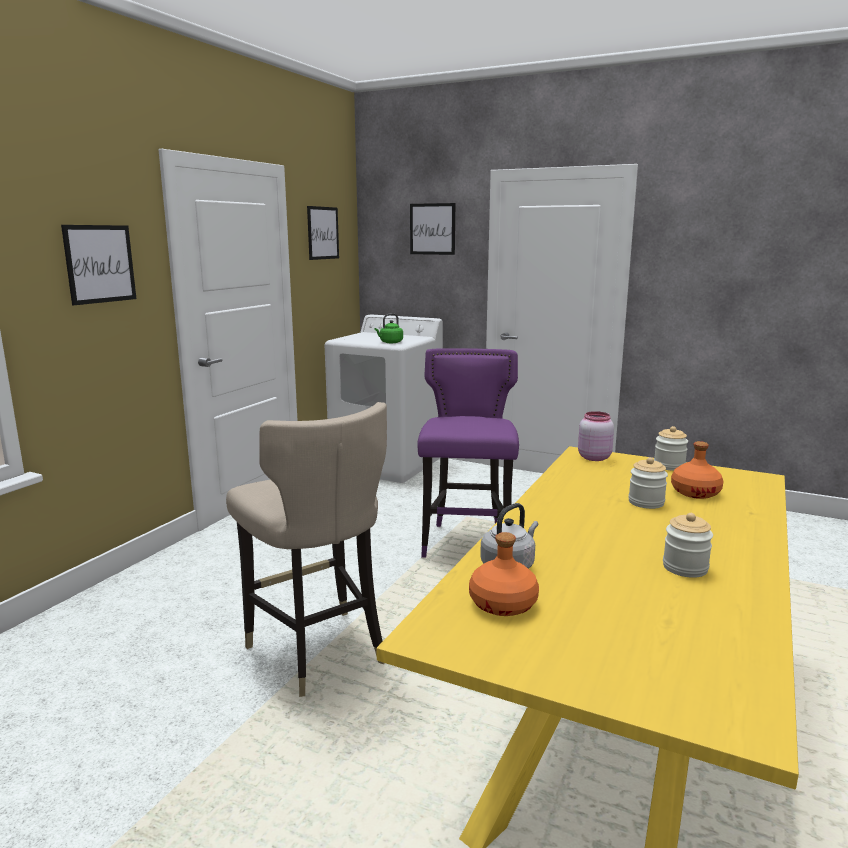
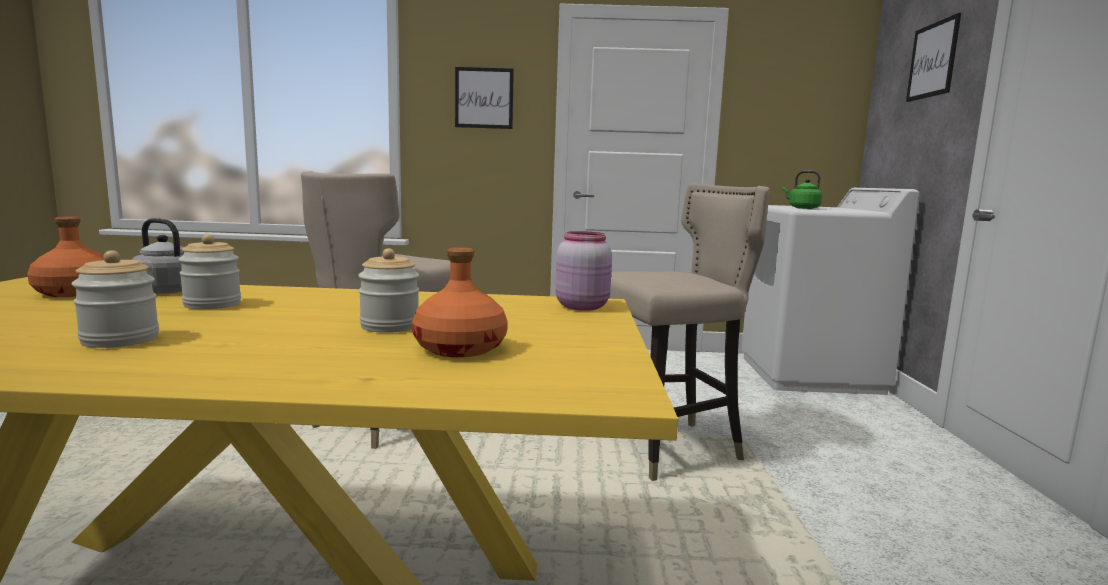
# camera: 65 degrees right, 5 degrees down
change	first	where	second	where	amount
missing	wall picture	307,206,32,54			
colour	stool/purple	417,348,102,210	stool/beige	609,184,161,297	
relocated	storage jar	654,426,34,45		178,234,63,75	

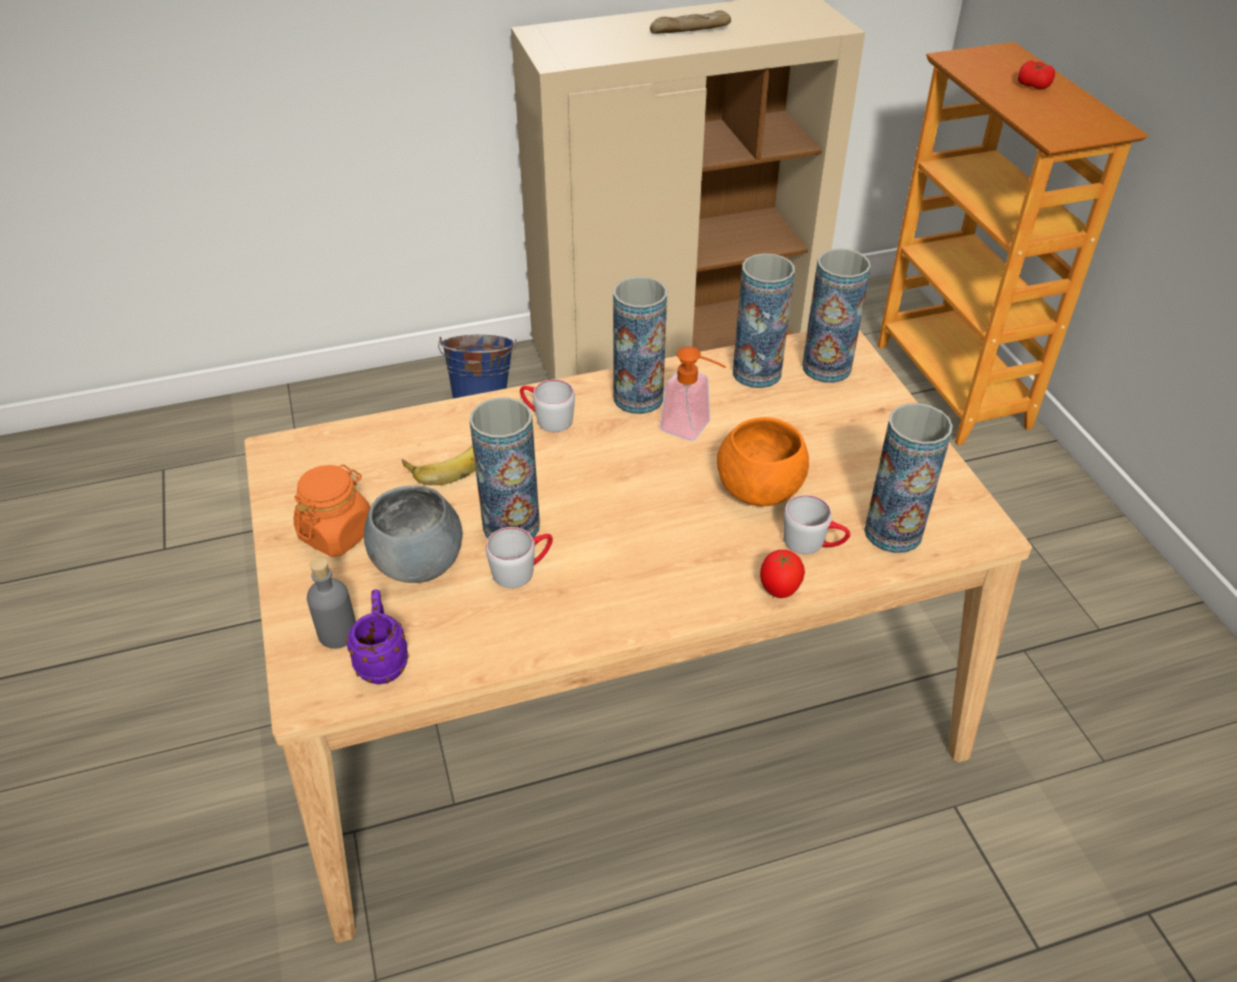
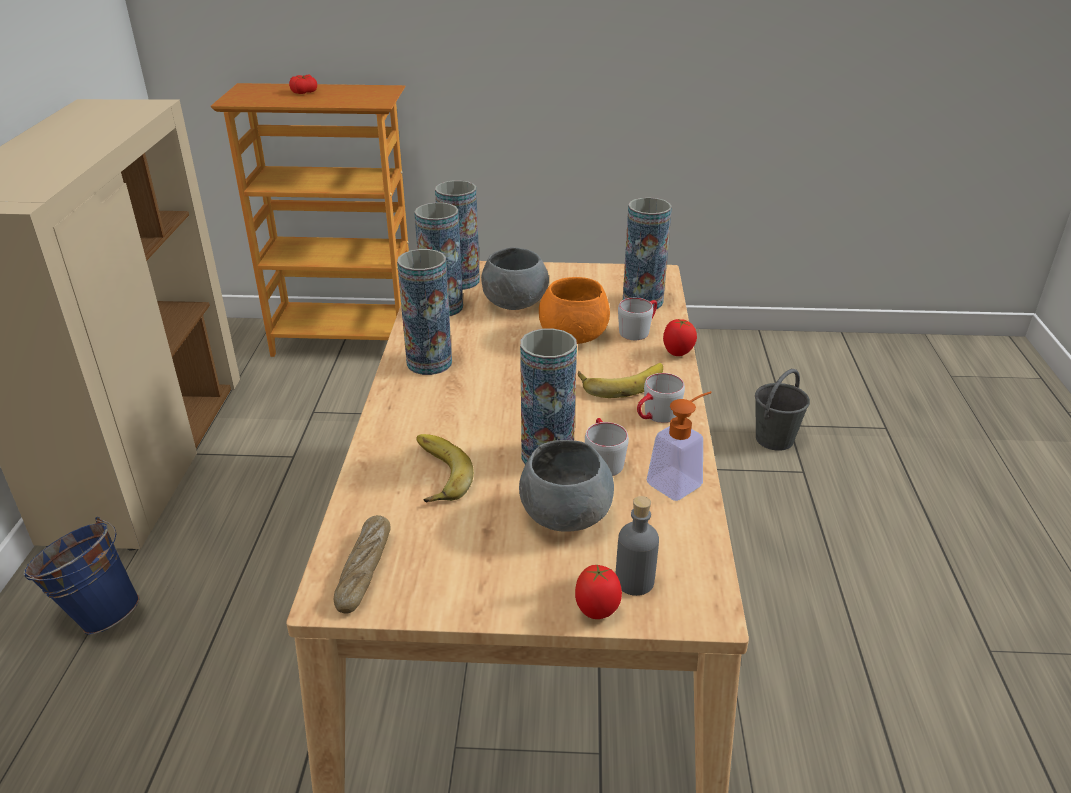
# camera: 70 degrees left, 10 degrees down
change	first	where	second	where	amount
relocated	bakery bread	650,10,81,24		334,515,57,99	
relocated	soap bottle	660,346,66,95		646,391,65,110	
relocated	coffee mug/gray	520,379,55,53		637,373,48,50	
missing	storage jar/orangey	294,464,76,93			
missing	coffee mug/purple	346,590,63,94			
appeared			bowl/gray	481,247,68,63	
appeared			whole banana	578,363,85,35	
appeared			pail/gray	755,369,55,82	
appeared			whole tomato	575,565,47,54	

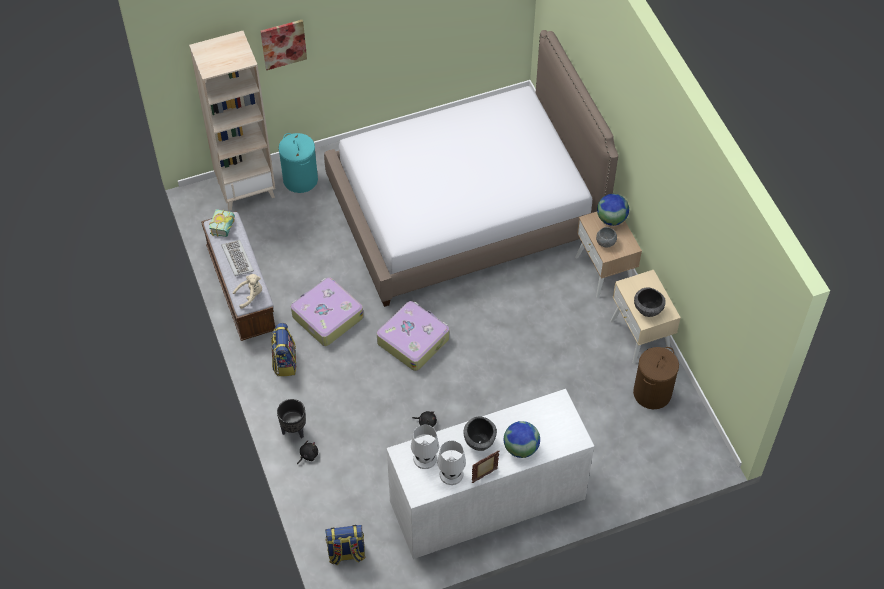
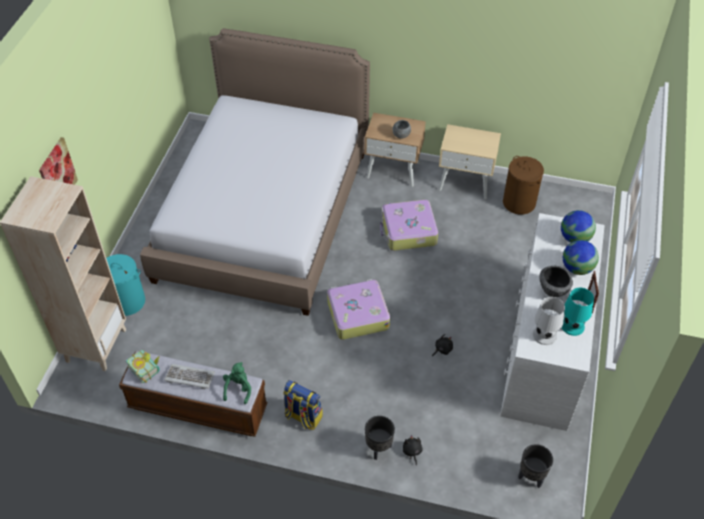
# camera: 55 degrees left, 5 degrees down
change	first	where	second	where	amount
relocated	desk globe	597,194,32,32		561,210,35,33	
colour	plush toy/beige	233,274,29,35	plush toy/greenish	223,362,28,42	
relocated	suitcase	291,277,73,69		380,199,58,52	
missing	bowl	634,287,32,30			
colour	table lamp/whitish	437,441,29,44	table lamp/turquoise	562,288,32,48	
exchanged	knapsack	325,525,41,40	planter/blackish	518,444,35,44	

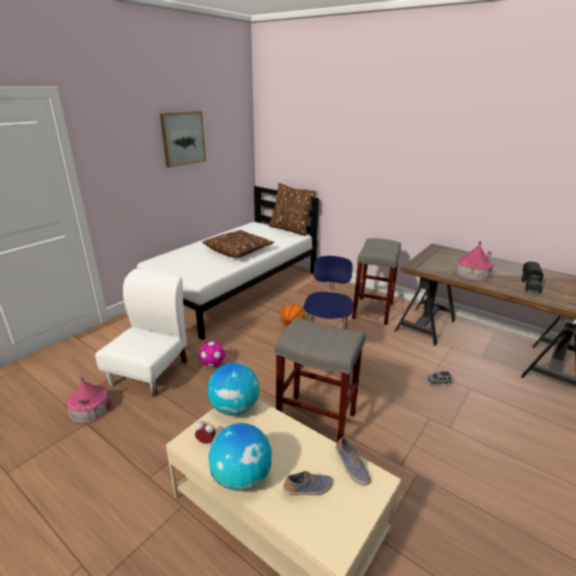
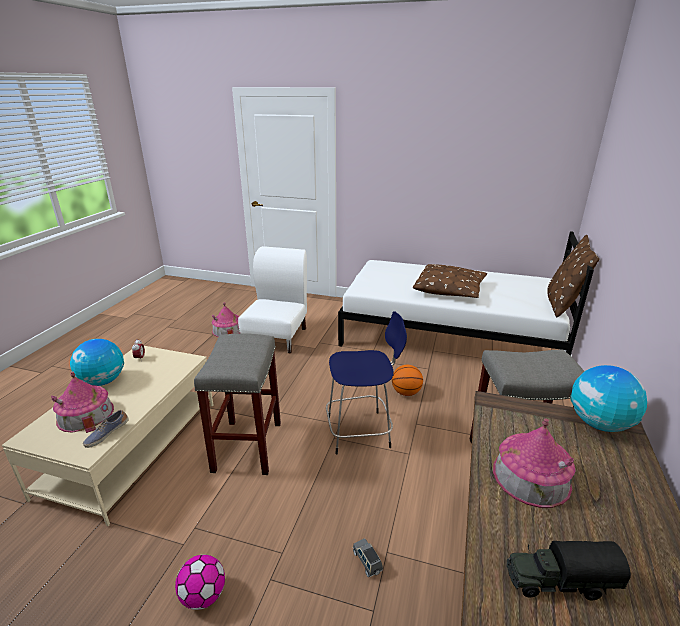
# camera: 70 degrees right, 0 degrees up
change	first	where	second	where	amount
missing	wall picture	160,111,46,57			
spun	upright chair/whitish	95,269,93,128		238,246,69,107	75 degrees counterclockwise
relocated	football ball	199,341,26,26		175,554,50,56	
relocated	desk globe	207,363,52,53		571,365,76,67	
exchanged	item of footwear	283,471,50,25	model house	51,371,63,62	

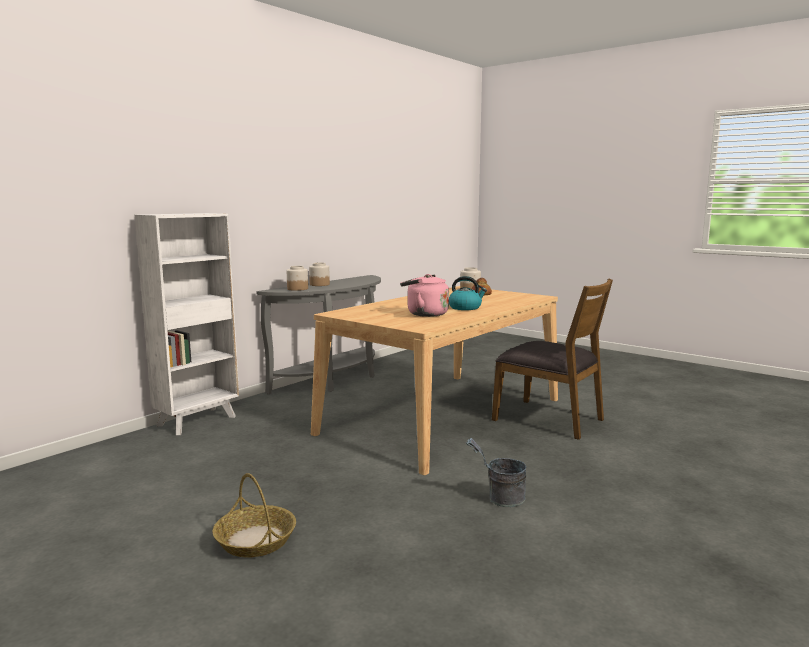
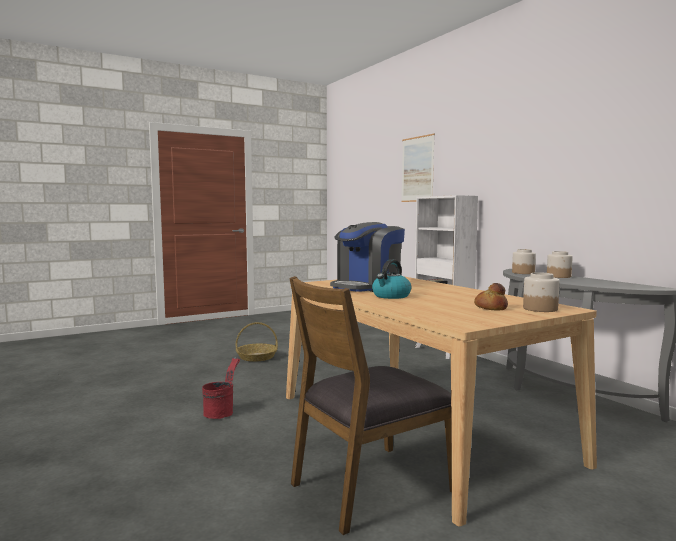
# camera: 110 degrees right, 5 degrees down
change	first	where	second	where	amount
exchanged	kettle/pink-coloured	400,274,49,43	coffee brewer	330,222,75,70	
colour	pail/gray	466,438,60,69	pail/red	202,358,38,61	
appeared			wall picture	401,134,34,68	

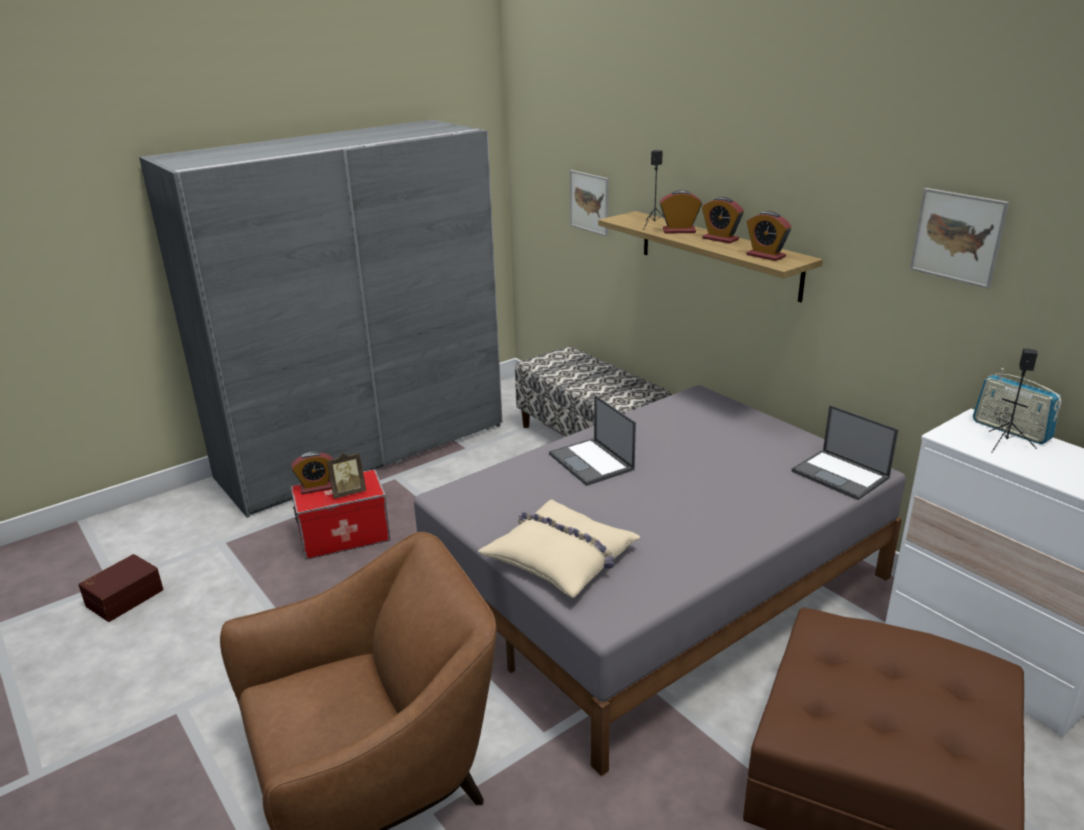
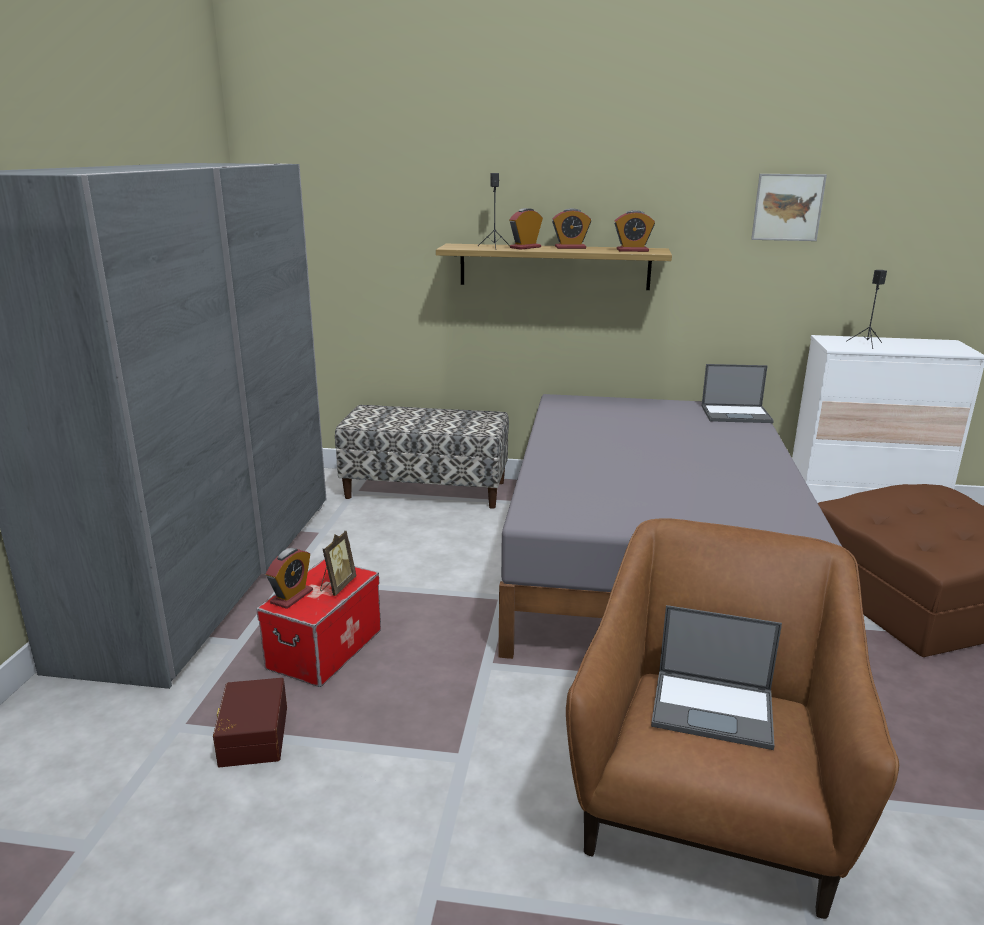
# camera: 45 degrees left, 5 degrees down
change	first	where	second	where	amount
missing	wall picture	570,170,39,66			
missing	radio receiver	973,368,89,76			
relocated	laptop	549,395,87,91		651,605,131,145	
missing	throw pillow/beige	478,500,162,98			
relocated	storage bin/brownish	78,554,86,68		213,678,74,89	

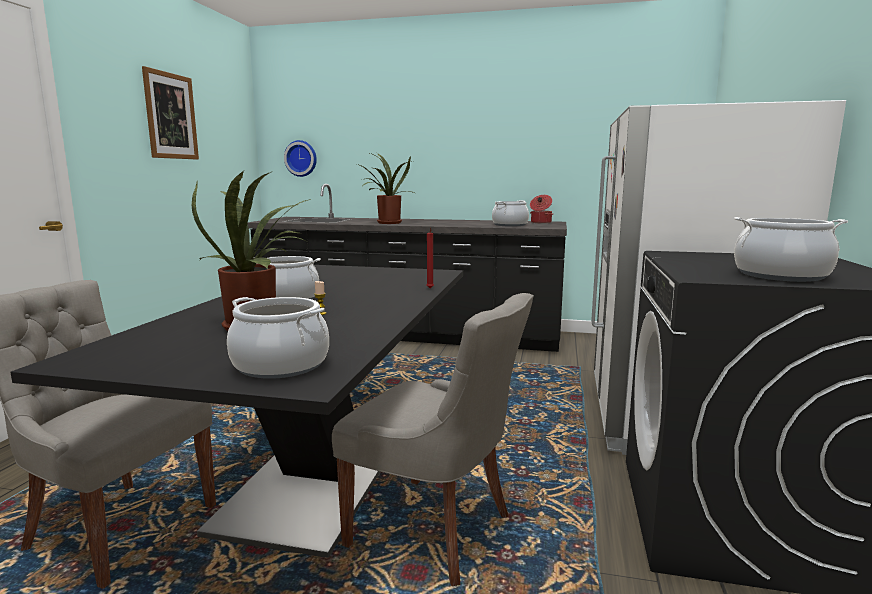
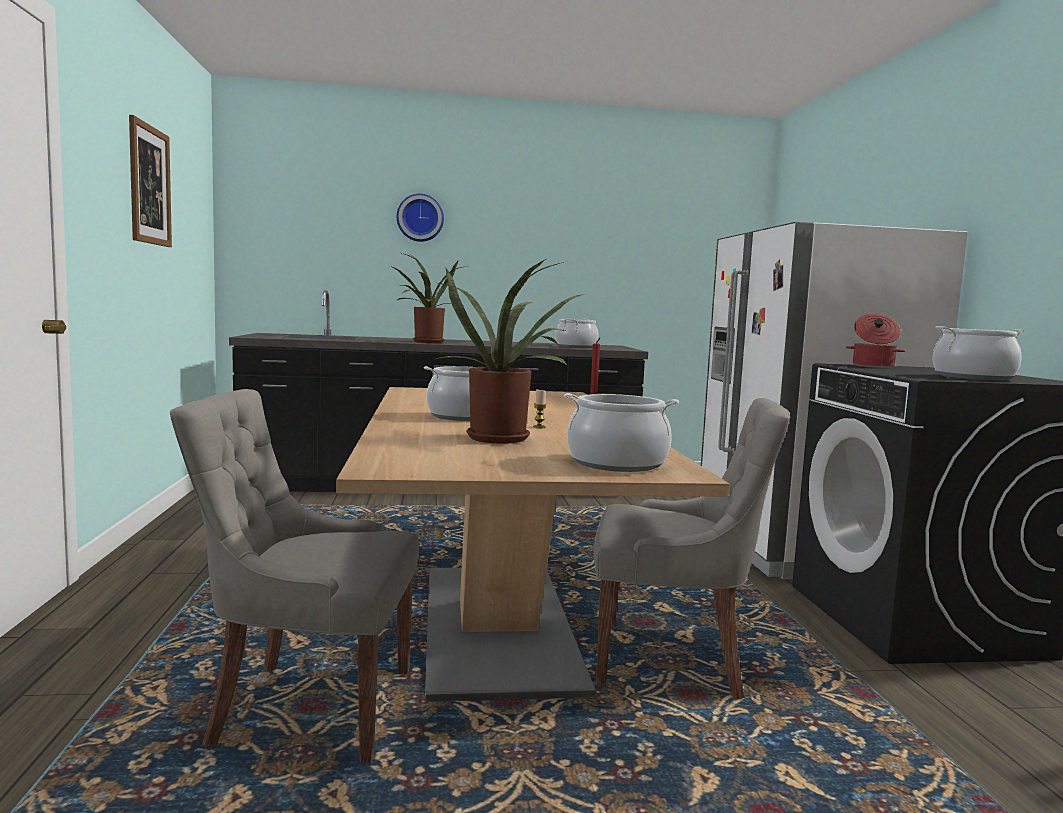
# camera: 20 degrees left, 5 degrees down
change	first	where	second	where	amount
relocated	clock on the wall	284,140,33,37		397,194,47,48	
relocated	stockpot	530,195,23,29		846,314,59,54	
colour	kitchen table/blackish	10,265,453,293	kitchen table/beige	336,387,394,315	

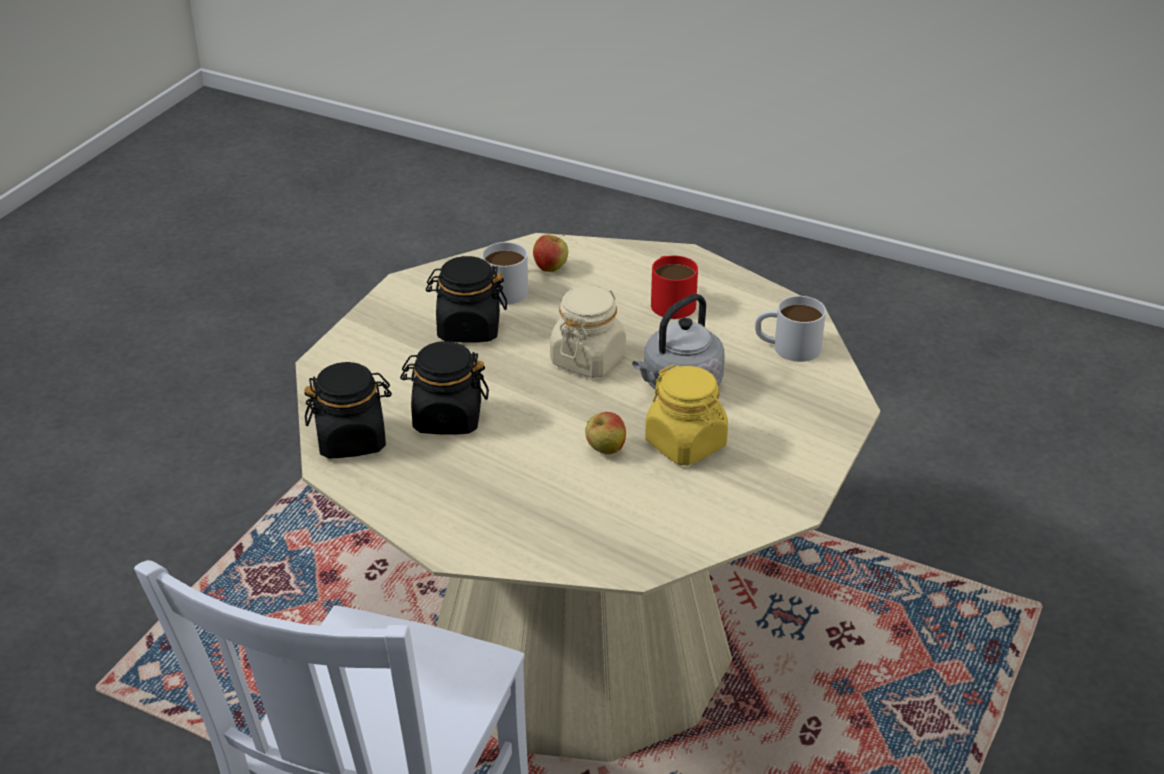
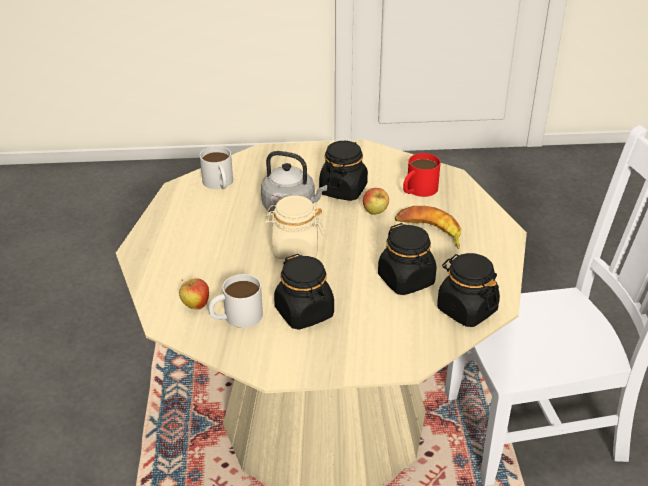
# camera: 120 degrees left, 0 degrees up
change	first	where	second	where	amount
relocated	coffee mug/red	651,256,47,63		403,153,38,44	
colour	storage jar/yellowish	645,364,83,101	storage jar/blackish	319,141,49,60	
appeared			whole banana	395,206,66,43	

